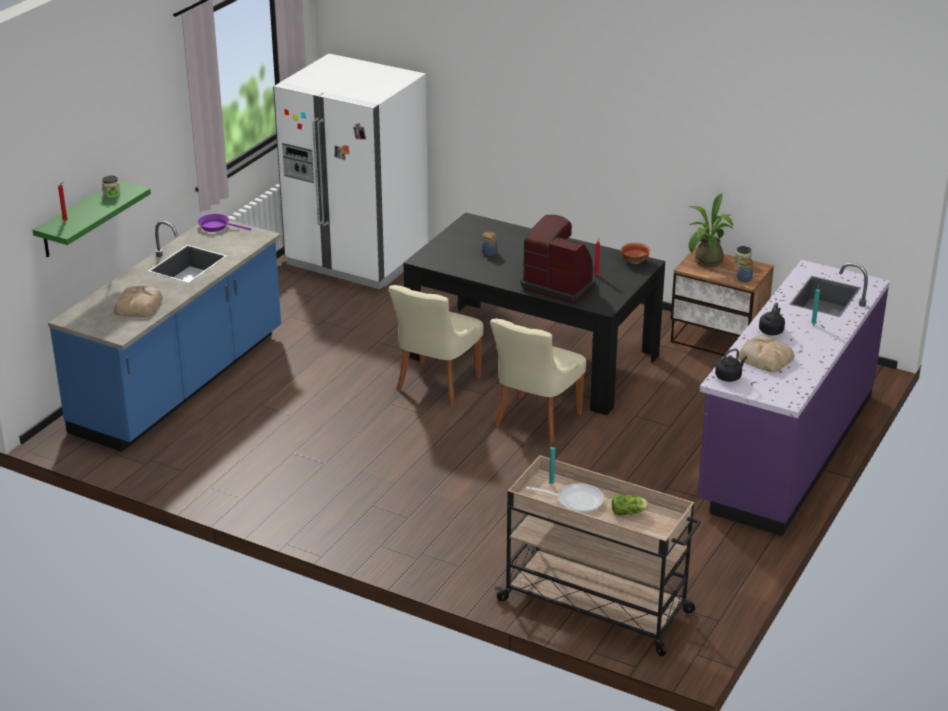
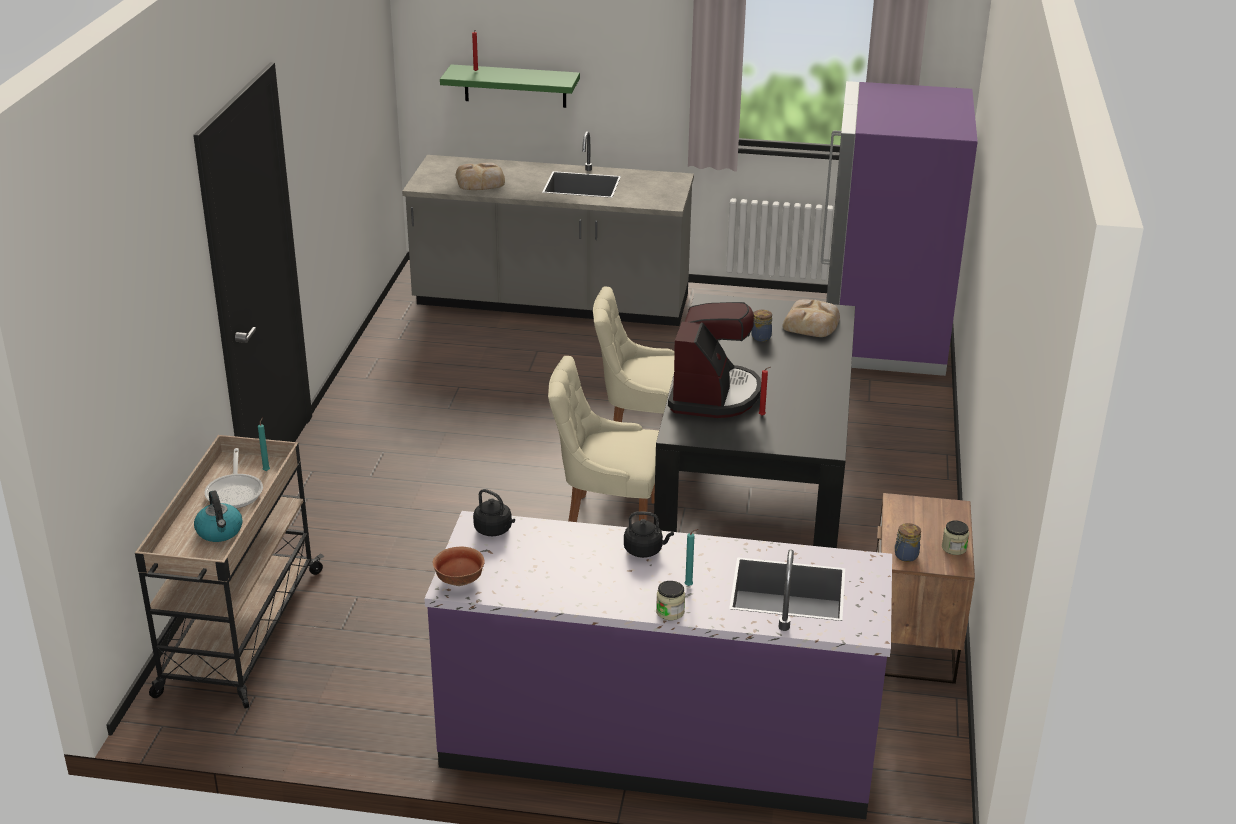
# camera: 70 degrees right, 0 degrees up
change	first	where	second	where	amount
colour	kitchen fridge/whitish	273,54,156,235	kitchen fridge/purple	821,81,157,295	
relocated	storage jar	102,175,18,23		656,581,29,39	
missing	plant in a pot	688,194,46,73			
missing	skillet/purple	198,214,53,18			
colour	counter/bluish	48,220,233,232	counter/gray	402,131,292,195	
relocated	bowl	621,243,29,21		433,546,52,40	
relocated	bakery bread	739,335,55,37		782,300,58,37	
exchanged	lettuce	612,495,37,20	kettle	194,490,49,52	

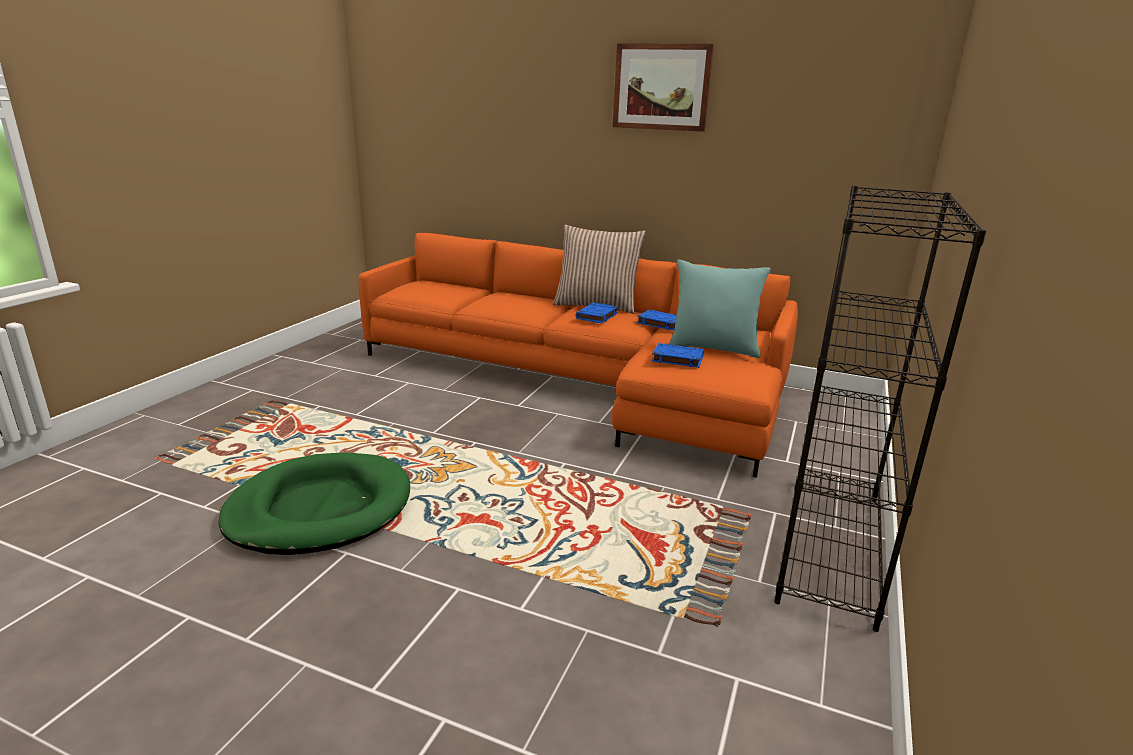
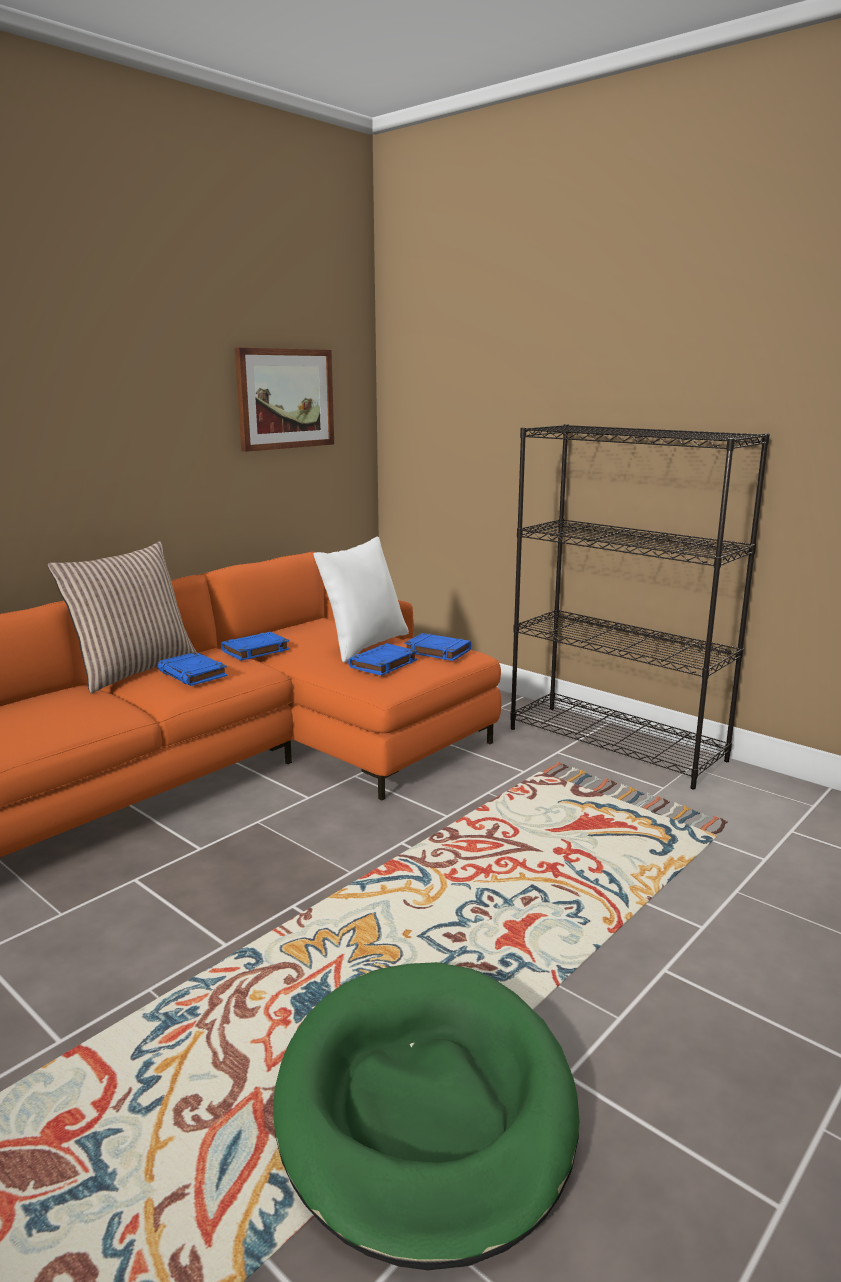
# camera: 70 degrees left, 5 degrees down
change	first	where	second	where	amount
relocated	wall picture	613,43,101,89		235,348,99,104	
colour	throw pillow/turquoise	669,260,102,98	throw pillow/whitish	314,537,95,126	
appeared			bound book/bluish	404,633,67,28	

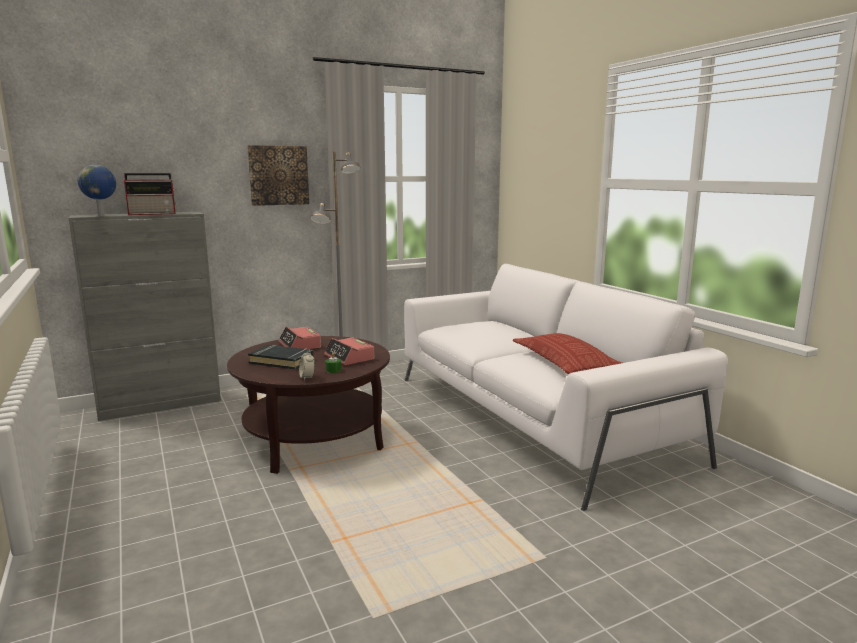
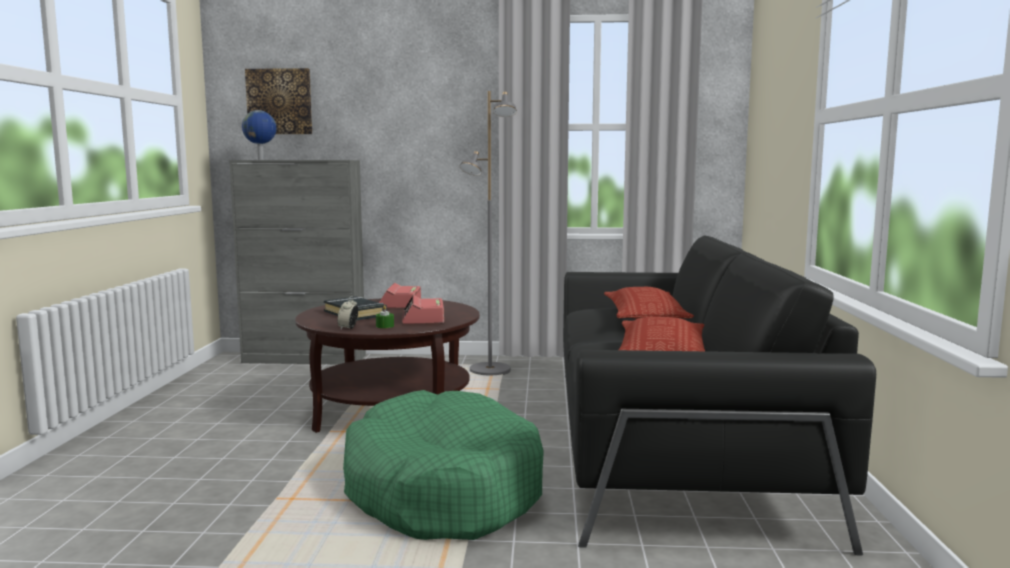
# camera: 30 degrees right, 5 degrees down
change	first	where	second	where	amount
relocated	wall picture	247,145,62,61		245,68,67,66	
missing	radio receiver	124,173,52,42			
colour	couch/whitish	404,264,324,247	couch/blackish	563,235,313,320	
appeared			throw pillow	604,287,90,32	
appeared			dog cushion/greenish	343,390,201,150	

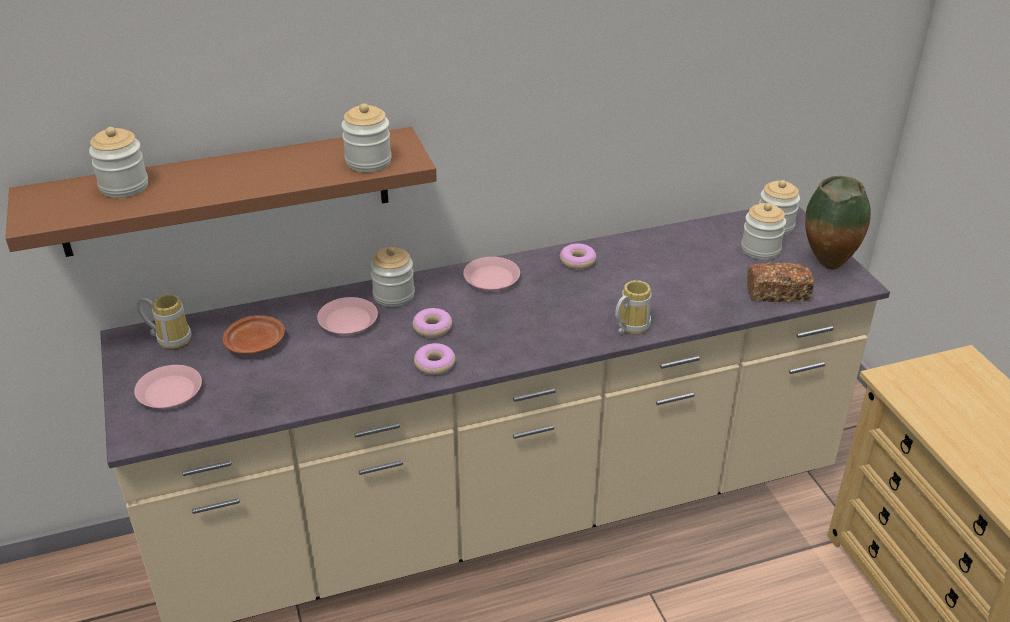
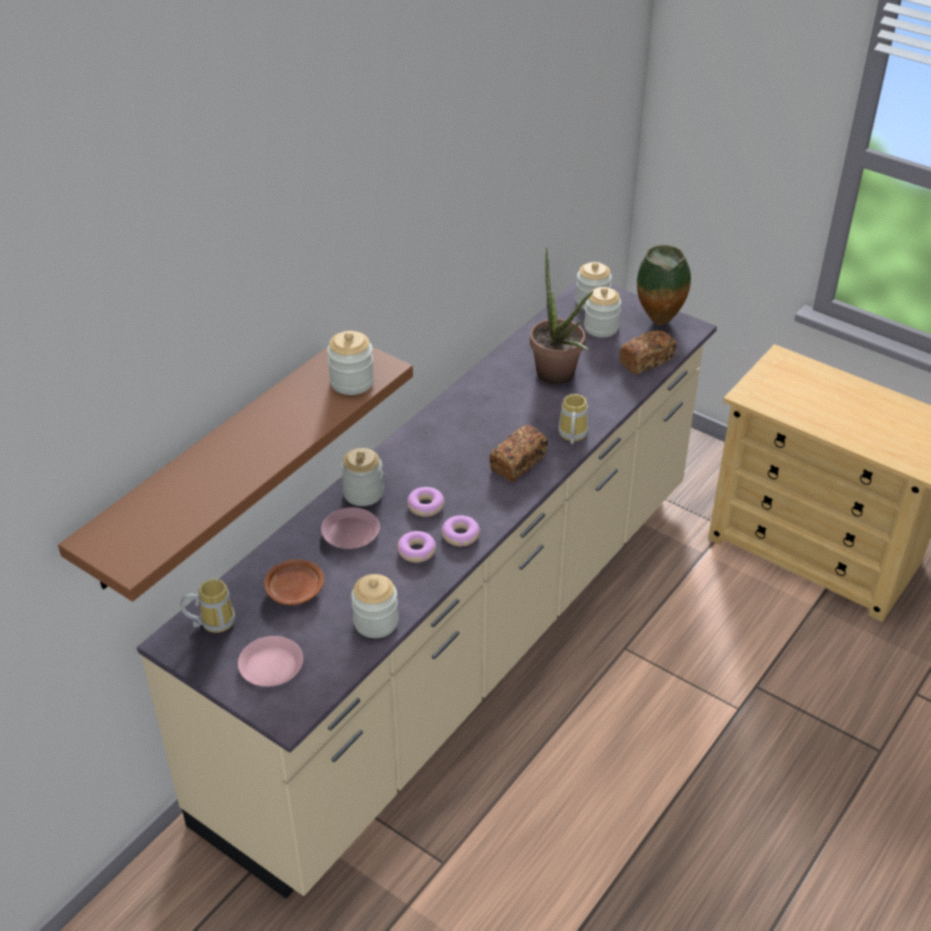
# camera: 35 degrees left, 5 degrees up
change	first	where	second	where	amount
relocated	storage jar	89,127,59,71		351,574,47,64	
relocated	doughnut	560,243,36,26		397,531,39,32	
missing	flat dish/pink-coloured	463,257,57,34			
appeared			plant in a pot	530,247,64,138	
appeared			bakery bread	489,425,59,57	

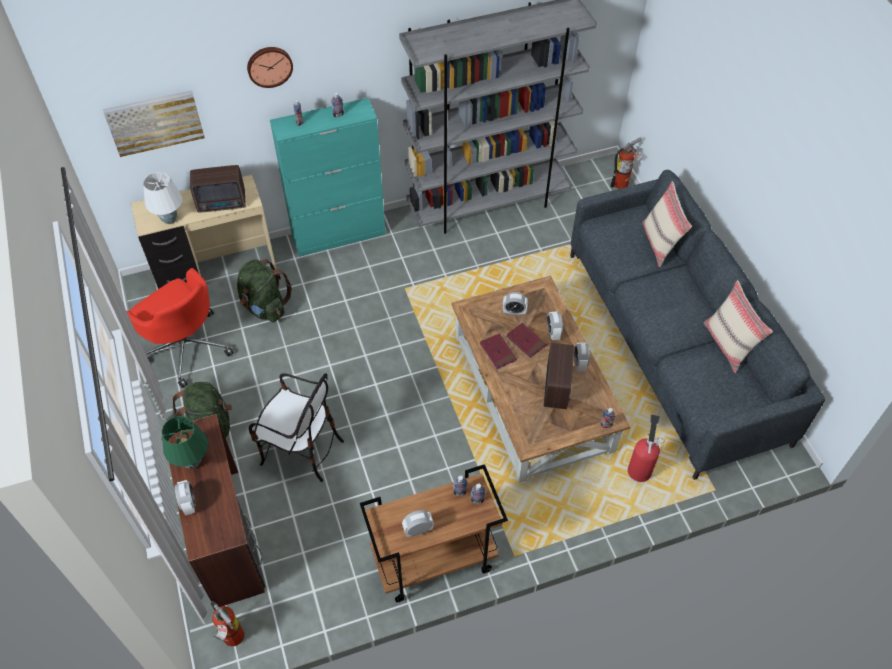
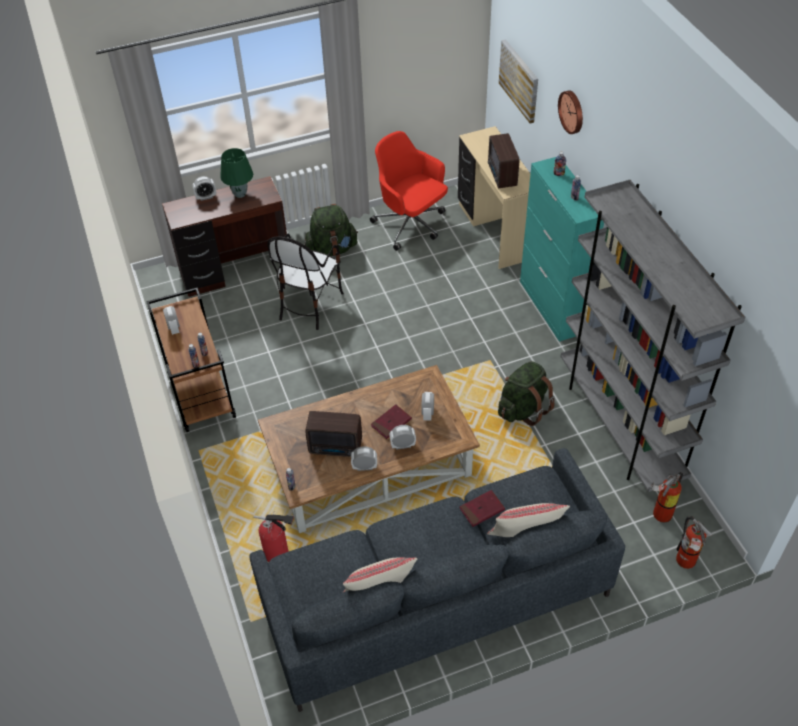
# camera: 90 degrees right, 5 degrees down
change	first	where	second	where	amount
missing	table lamp/whitish	143,172,39,52			
relocated	knapsack/greenish	237,259,55,63		498,361,57,65	
spun	computer chair/red	127,268,107,120		370,131,78,120	90 degrees clockwise
relocated	bound book/red	480,333,37,36		459,490,46,37	
relocated	extinguisher	211,601,33,46		651,472,32,51	

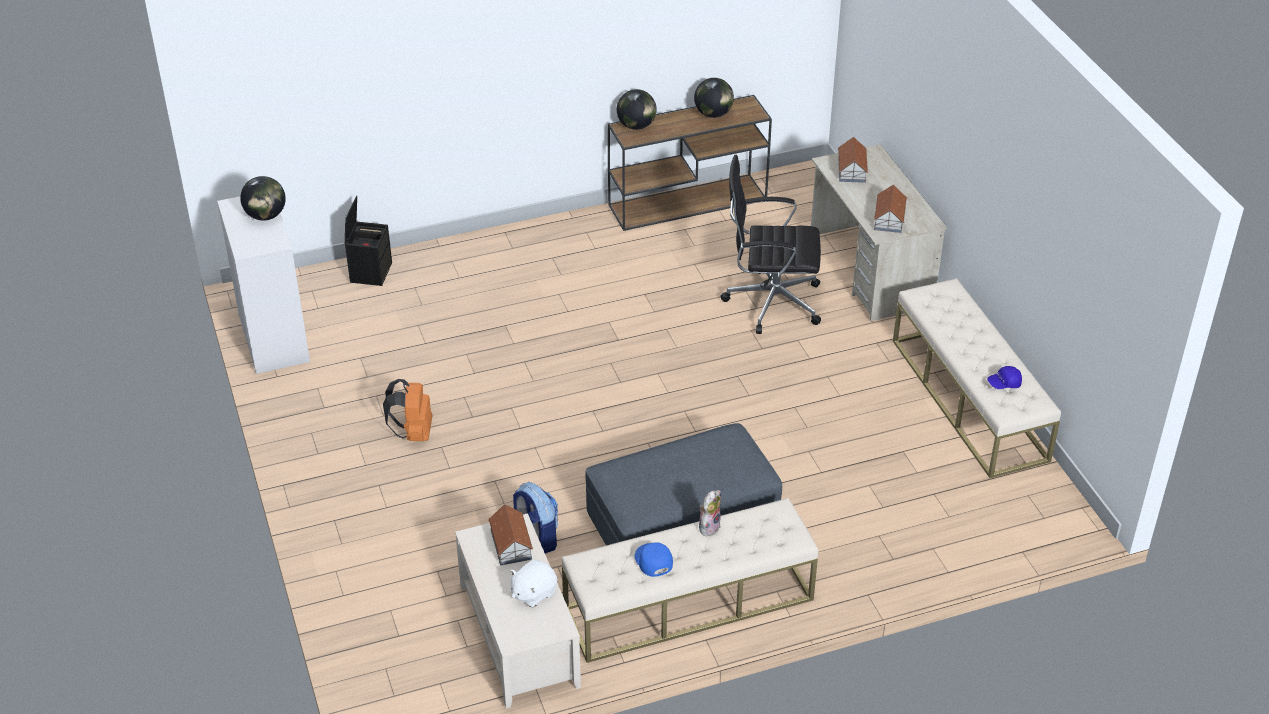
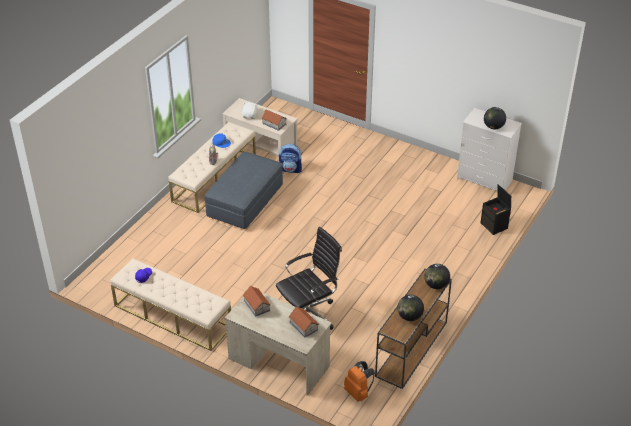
# camera: 140 degrees right, 0 degrees up
change	first	where	second	where	amount
relocated	knapsack/orangey	383,379,50,62		344,361,31,40	

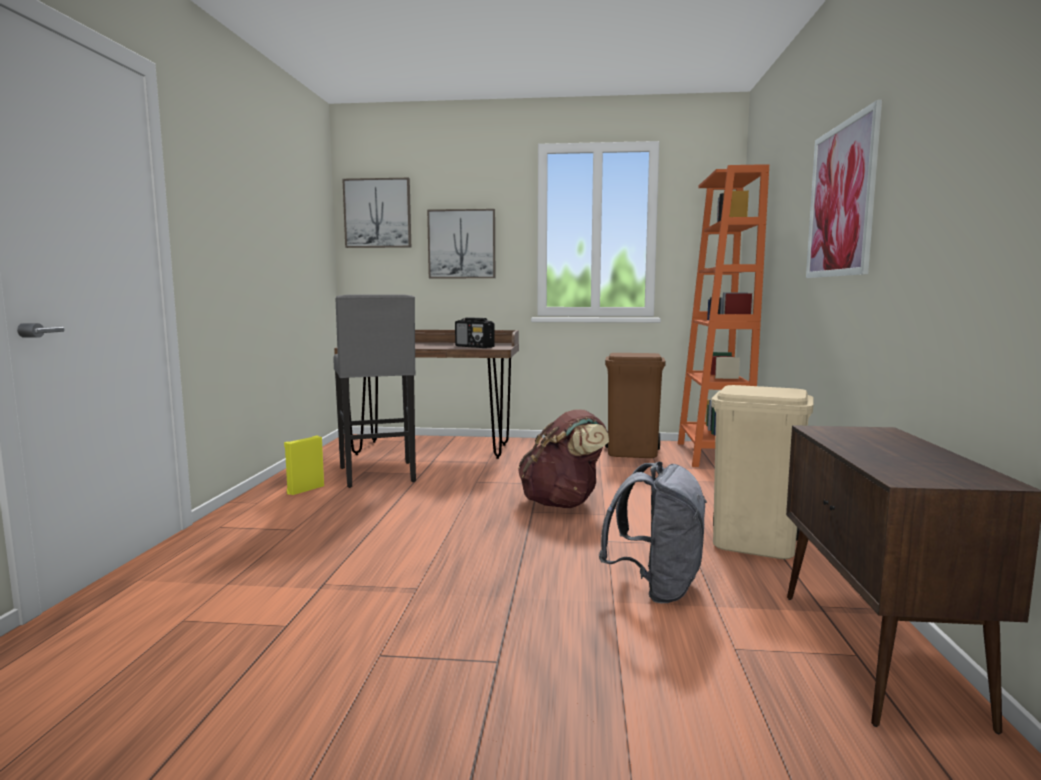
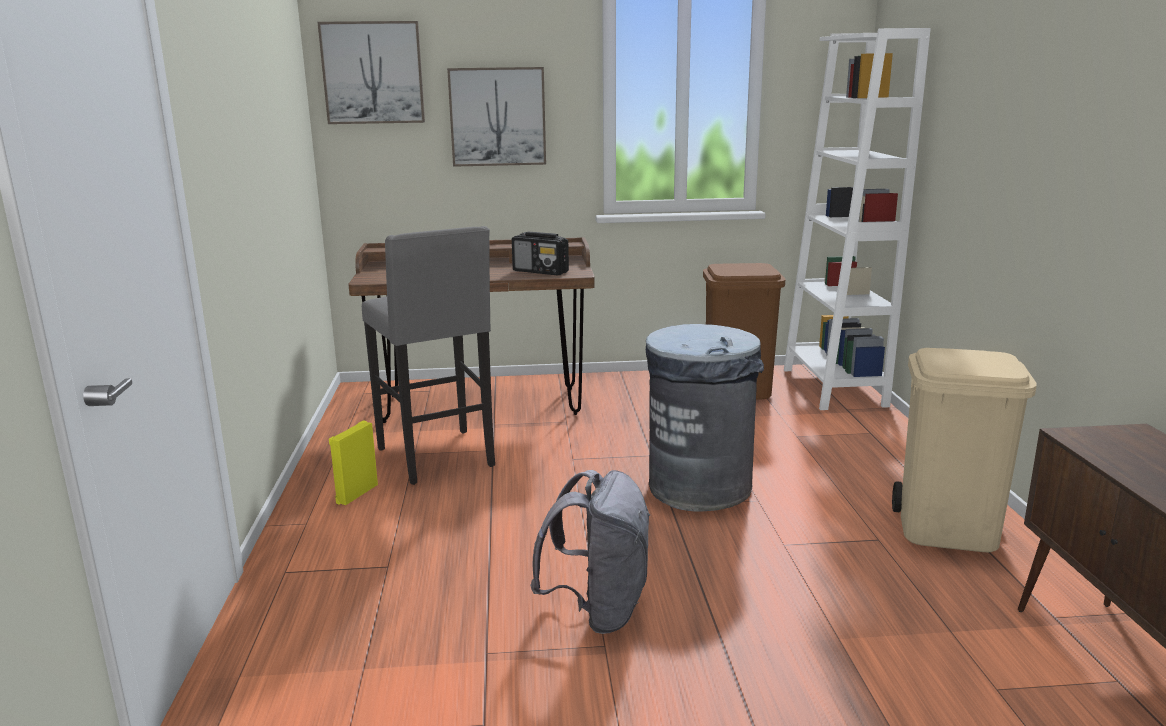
# camera: 10 degrees left, 10 degrees up
change	first	where	second	where	amount
missing	wall picture	806,100,76,178			
colour	bookcase/orangey	678,164,91,303	bookcase/whitish	784,28,147,382	
exchanged	knapsack/brownish	518,409,91,99	waste bin/gray	646,324,118,188	
relocated	knapsack/gray	599,461,108,142		530,470,120,164	

